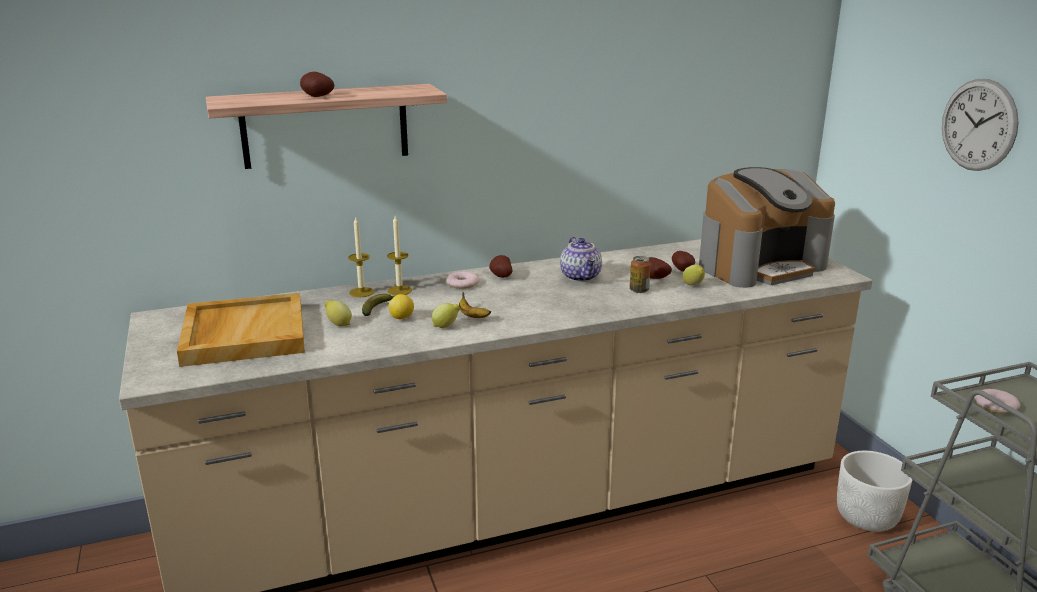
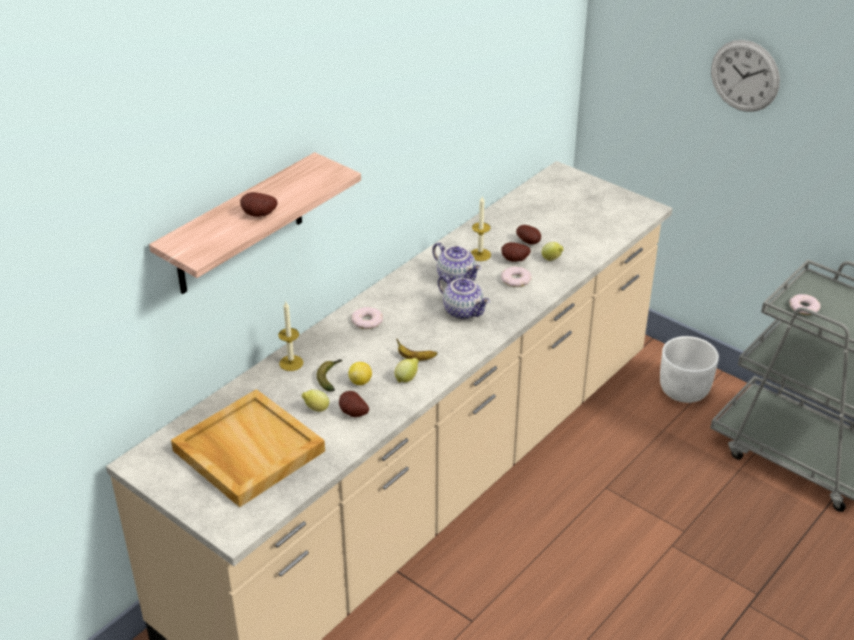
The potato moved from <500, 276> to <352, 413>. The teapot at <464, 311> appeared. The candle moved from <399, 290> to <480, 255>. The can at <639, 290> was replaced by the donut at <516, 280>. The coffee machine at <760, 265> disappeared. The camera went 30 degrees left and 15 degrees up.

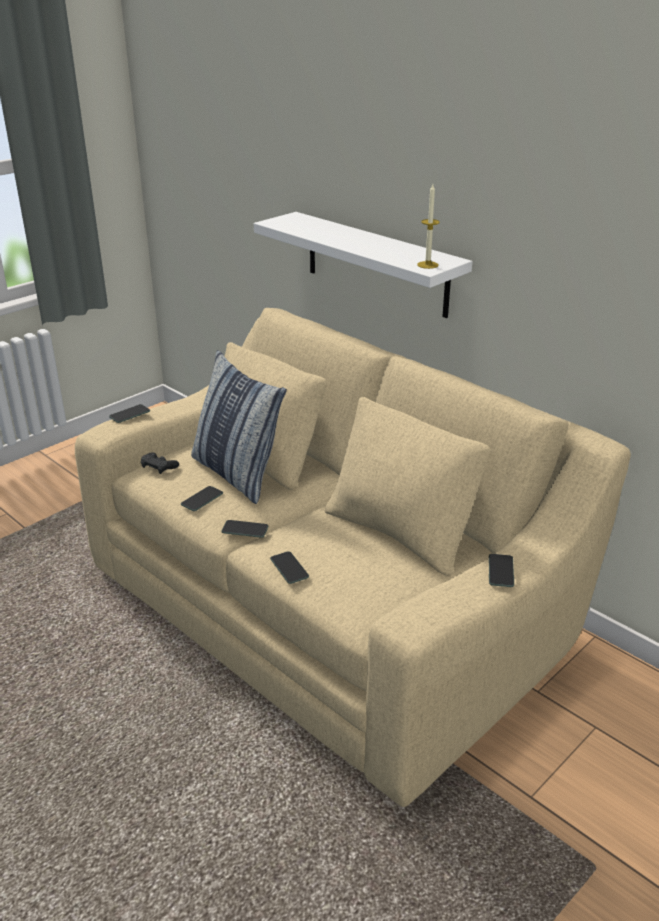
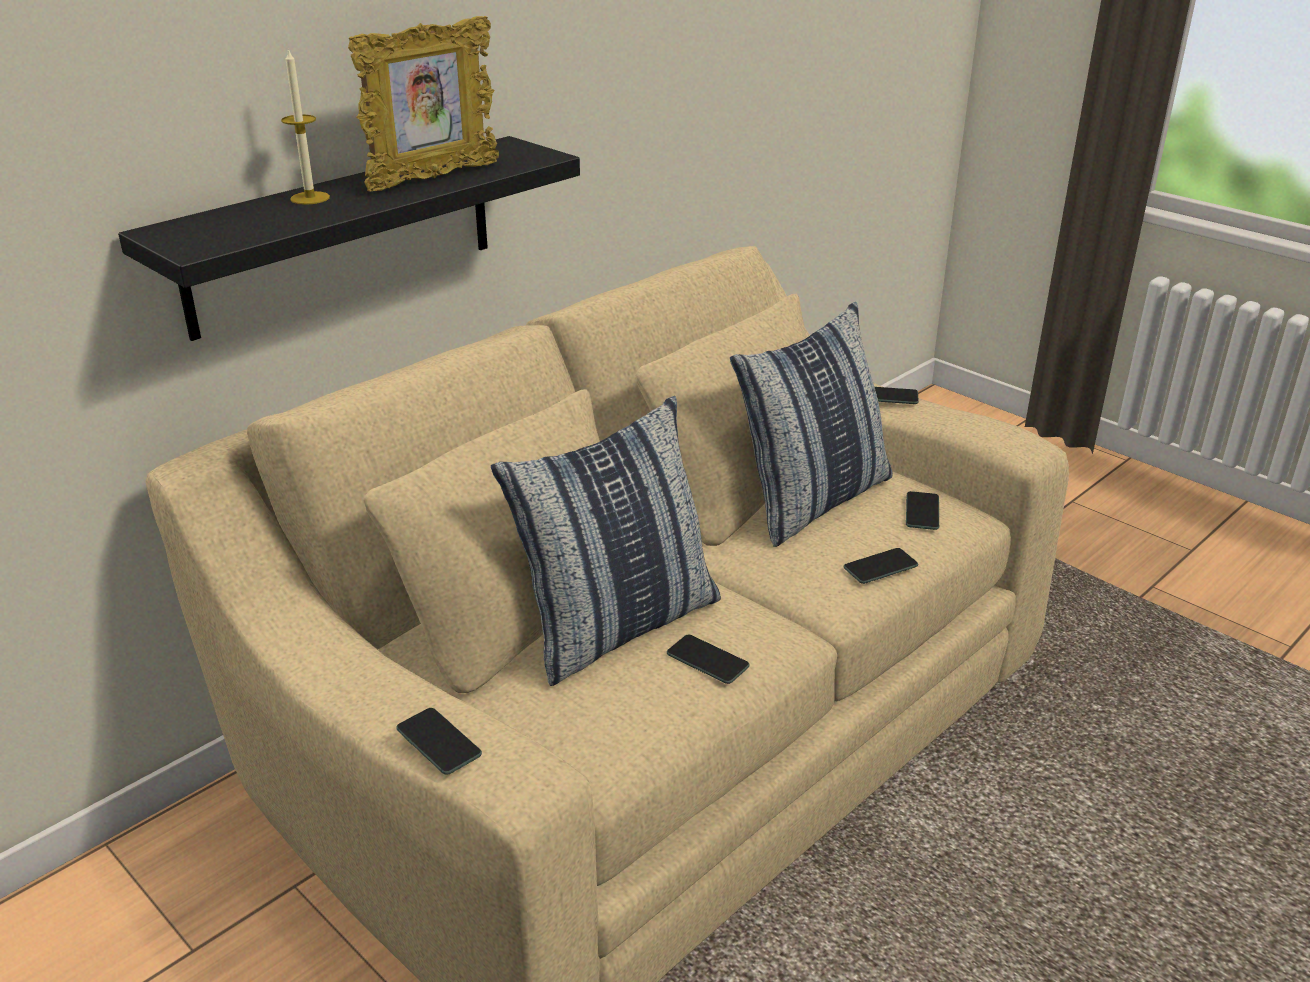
The shelf in white at <376, 264> became the shelf in black at <342, 235>. The candle moved from <427, 265> to <310, 198>. The picture frame at <433, 178> appeared. The pillow at <812, 501> appeared. The phone moved from <245, 529> to <922, 511>. The game controller in black at <159, 466> disappeared. The camera went 90 degrees left and 0 degrees up.

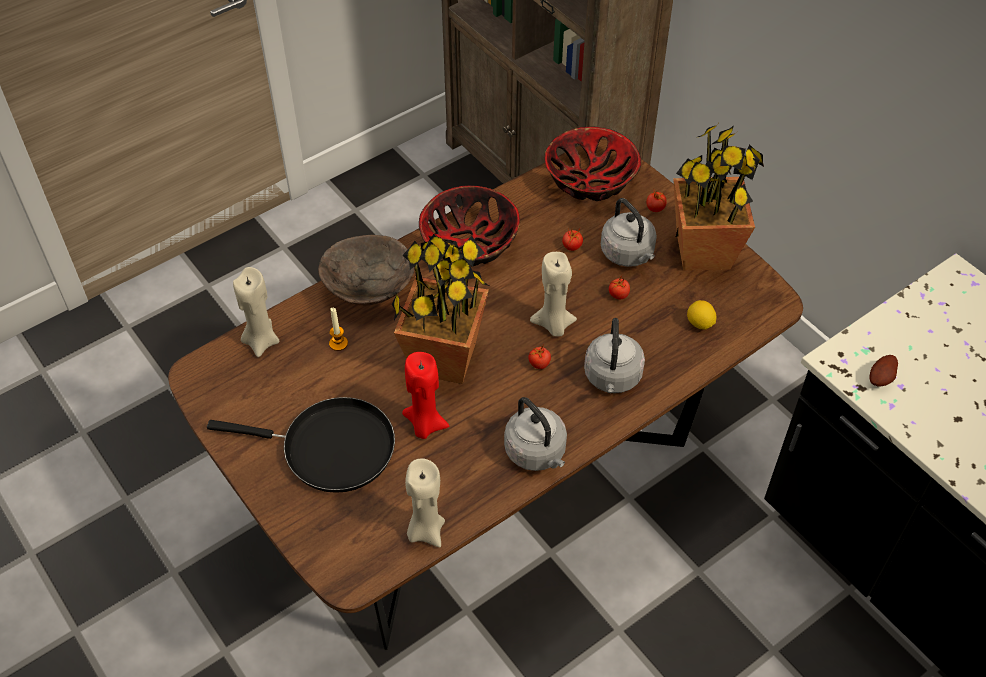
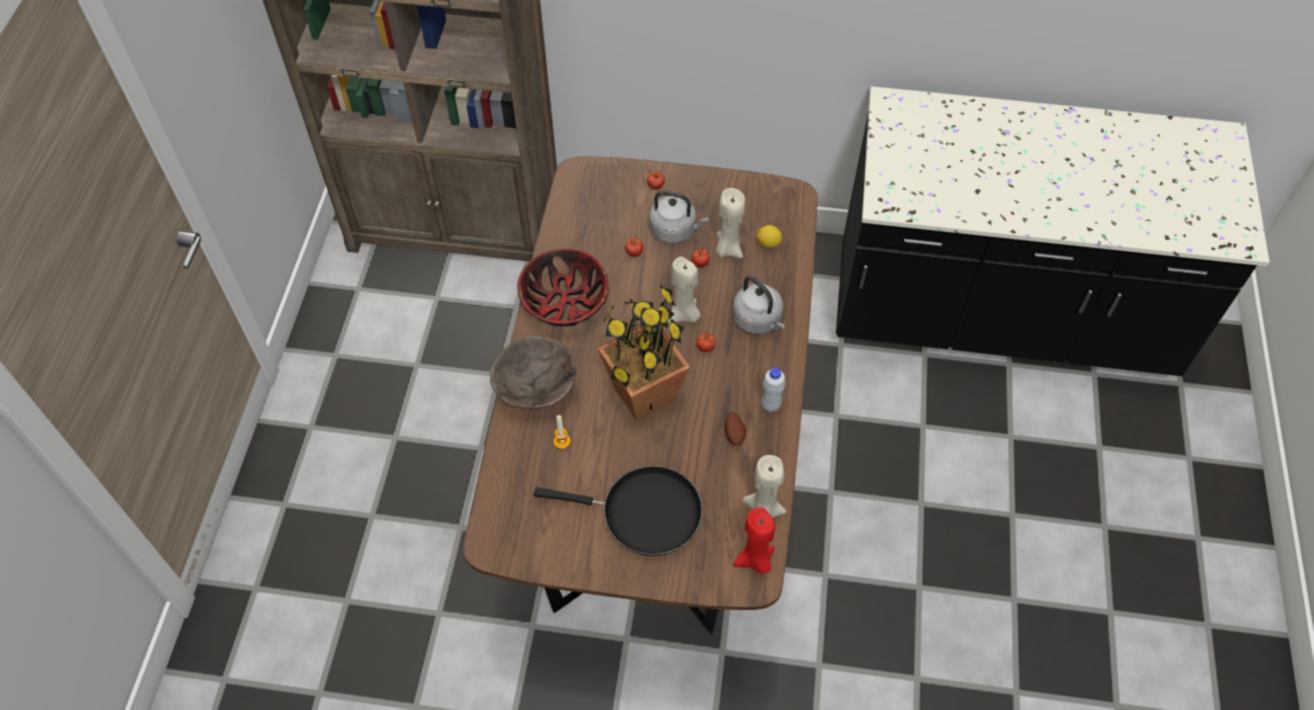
The frying pan in black at <330, 448> turned 45 degrees clockwise. The candle in beige moved from <261, 341> to <727, 249>. The potato moved from <881, 378> to <734, 434>. The candle in red moved from <425, 425> to <755, 560>. The kettle in grey at <537, 453> was replaced by the bottle in white at <770, 405>. The bowl at <590, 180> disappeared. The potted plant at <703, 251> disappeared. The camera went 45 degrees left and 5 degrees up.

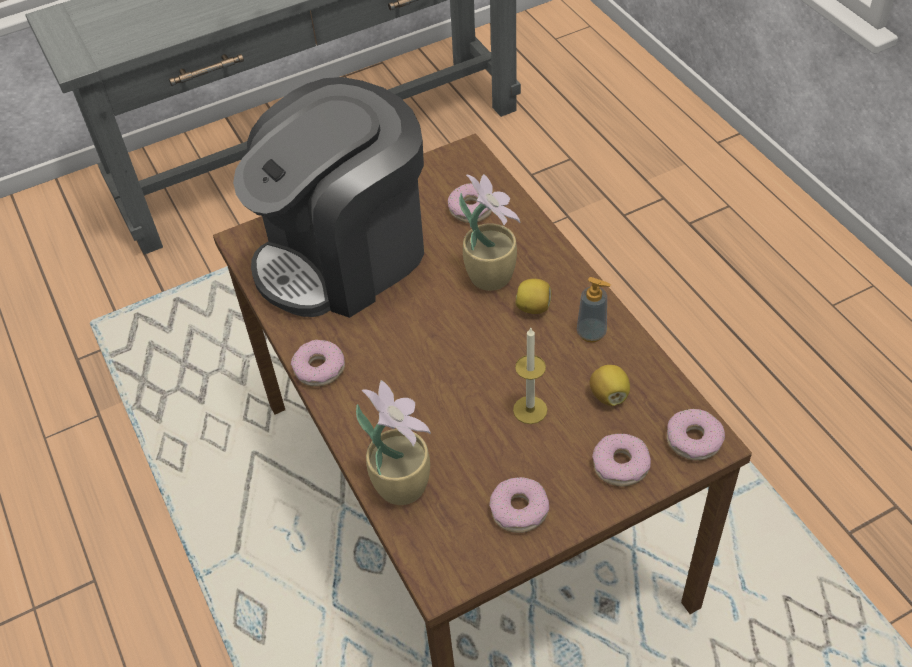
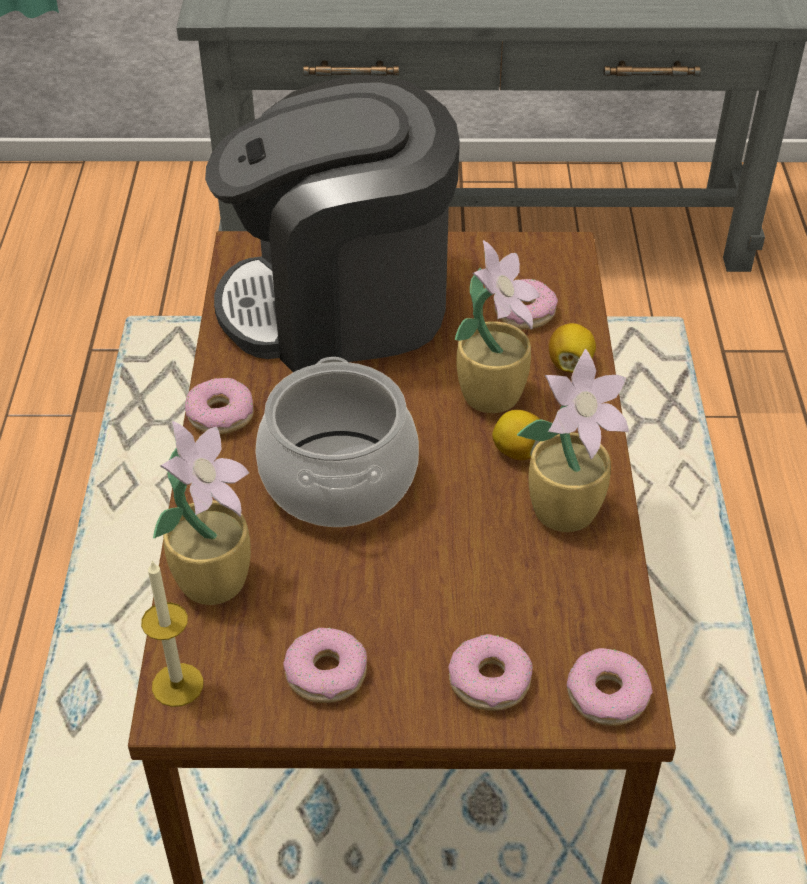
The candle moved from <530, 410> to <177, 685>. The cooking pot at <340, 479> appeared. The soap dispenser at <591, 333> was replaced by the potted plant at <568, 510>. The lemon moved from <609, 395> to <570, 364>. The camera went 25 degrees right and 5 degrees down.

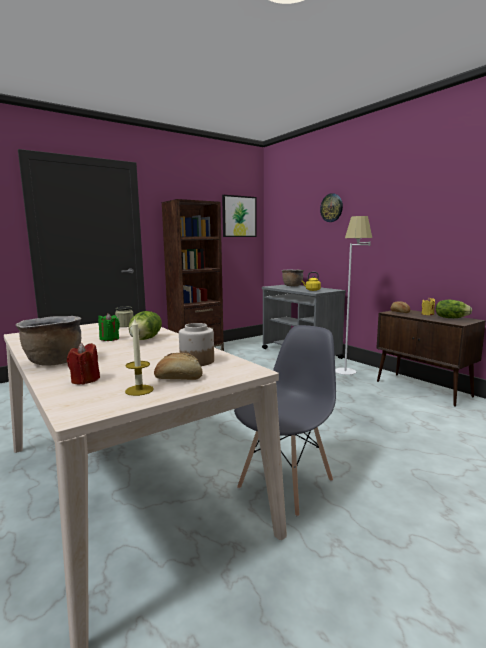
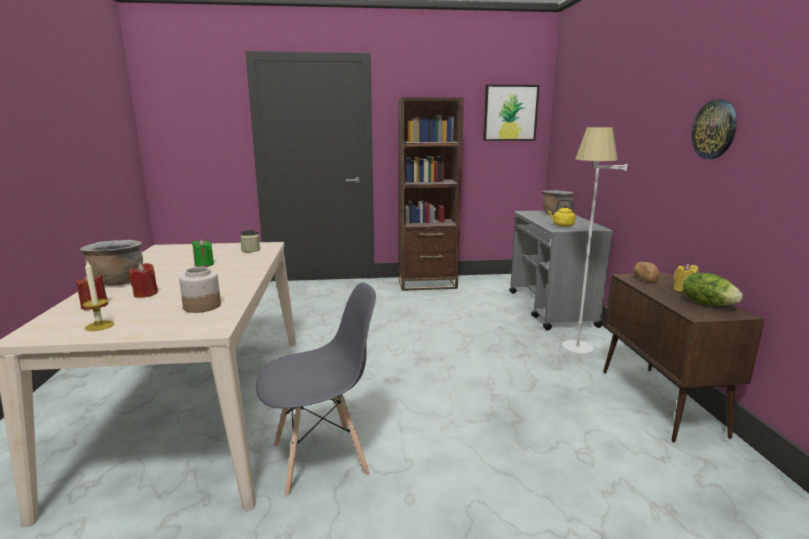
The candle in red at <145, 294> appeared. The wall clock moved from <331, 208> to <714, 129>. The lettuce at <146, 339> disappeared. The bread at <178, 378> disappeared. The camera went 30 degrees right and 5 degrees up.

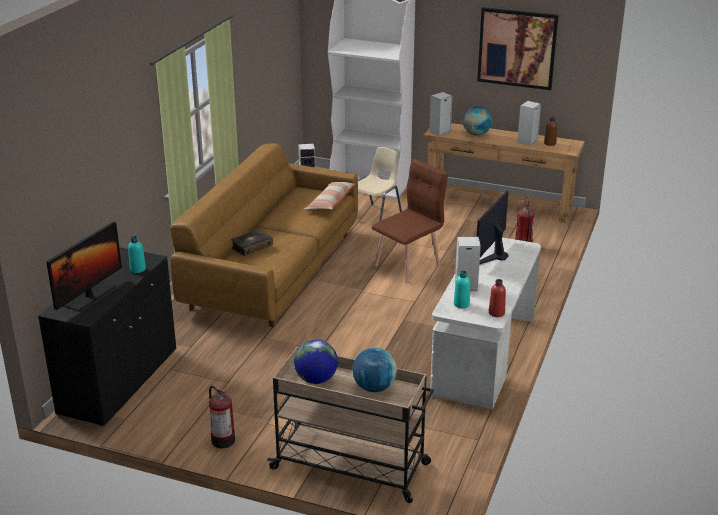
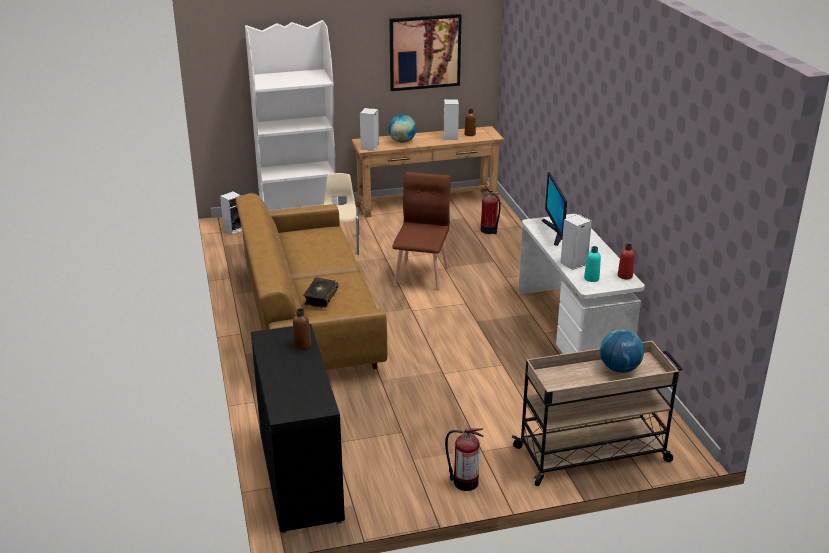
The bottle in turquoise at <138, 269> became the bottle in brown at <302, 345>. The monitor at <90, 296> disappeared. The globe at <316, 379> disappeared. The pillow at <330, 203> disappeared. The camera went 35 degrees left and 0 degrees up.

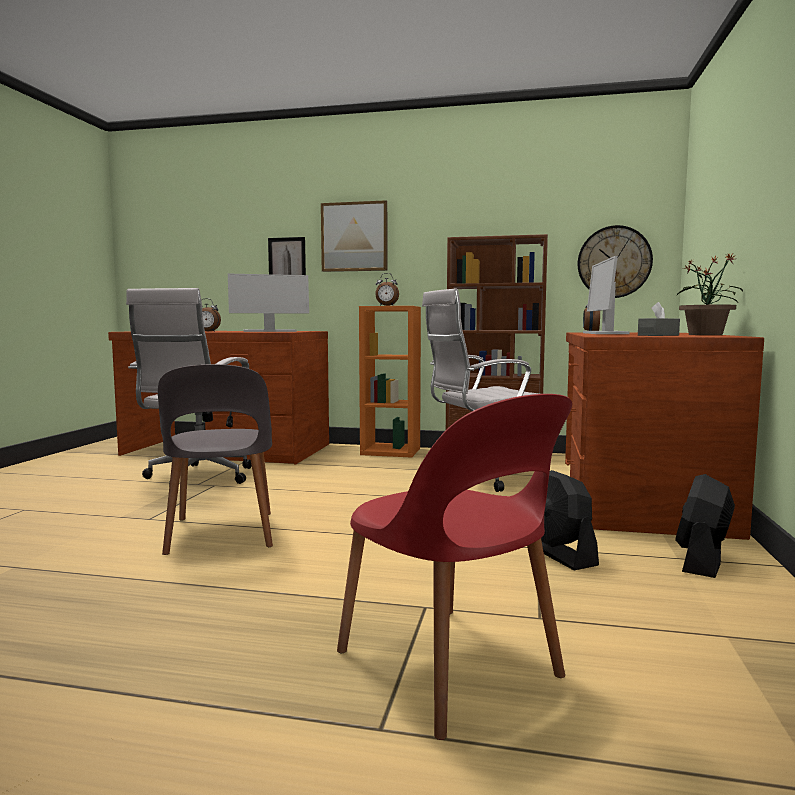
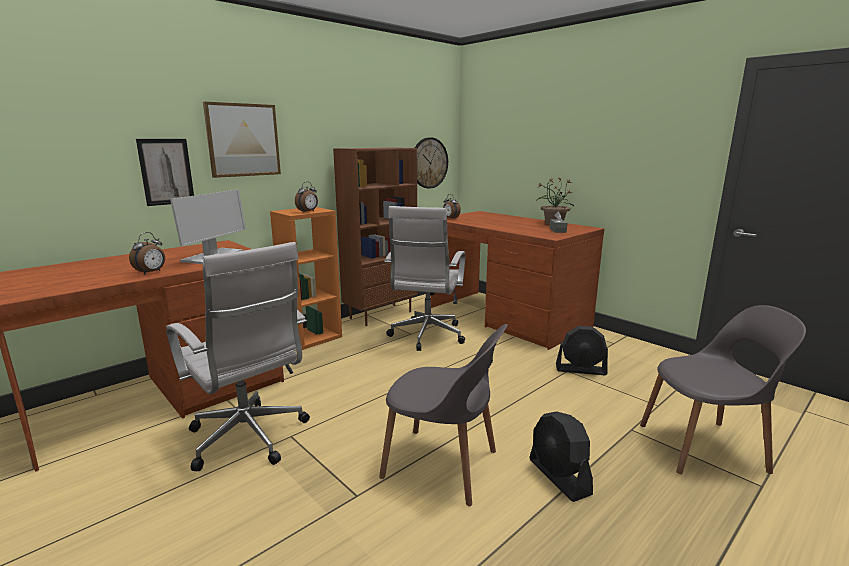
The fan in black moved from <702, 561> to <559, 477>. The chair in red at <450, 667> became the chair in grey at <705, 447>. The monitor at <604, 333> disappeared. The camera went 55 degrees left and 10 degrees up.

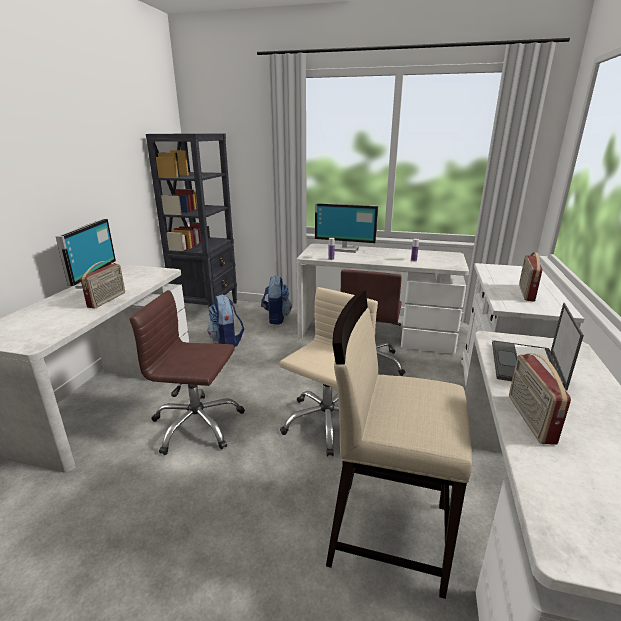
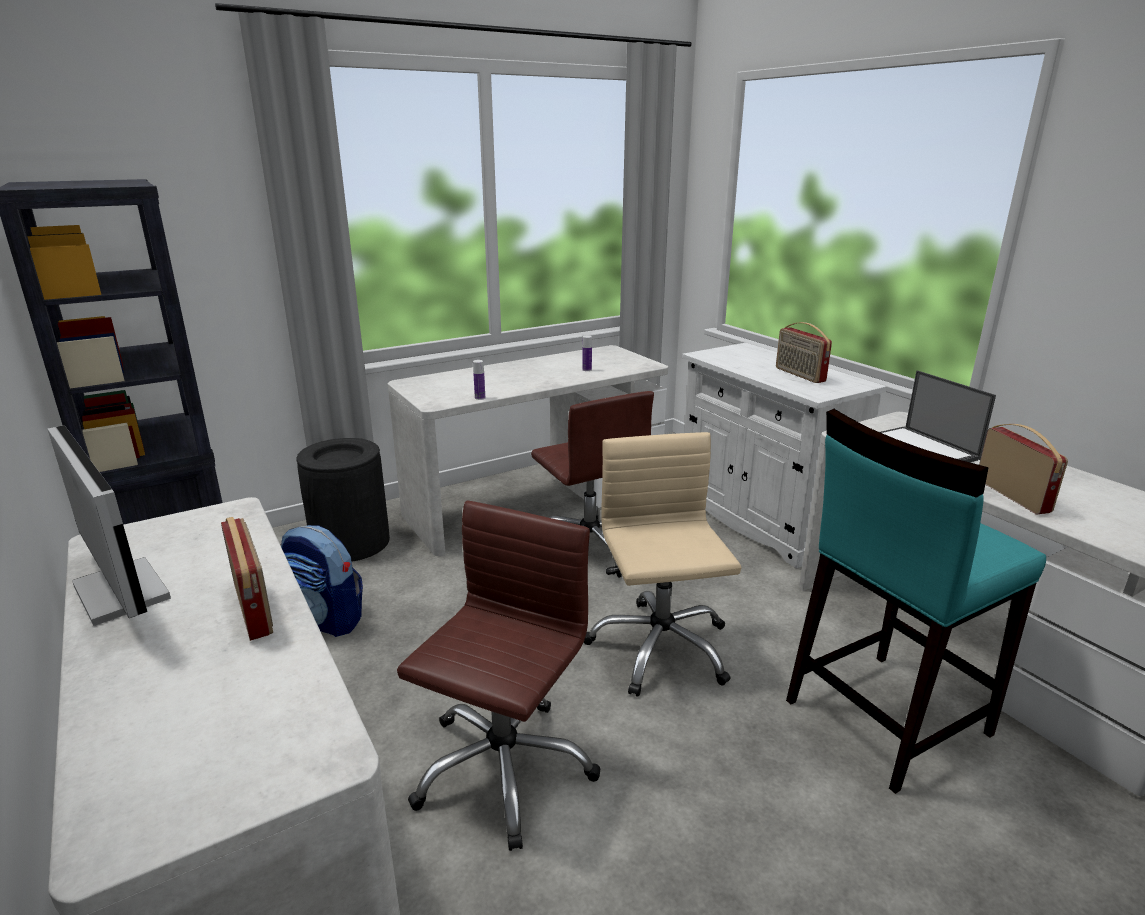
The backpack at <276, 318> was replaced by the trash can in black at <350, 542>. The office chair in brown at <197, 425> turned 150 degrees clockwise. The stool in beige at <387, 532> became the stool in turquoise at <884, 717>. The radio at <529, 419> turned 150 degrees counterclockwise. The monitor at <344, 249> disappeared. The camera went 45 degrees left and 0 degrees up.

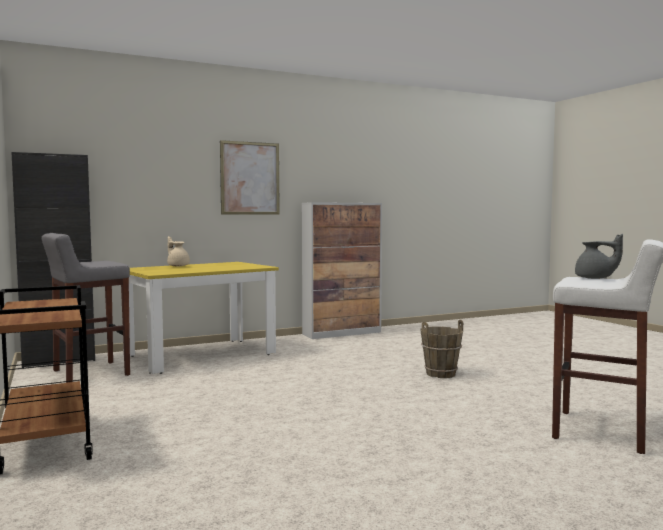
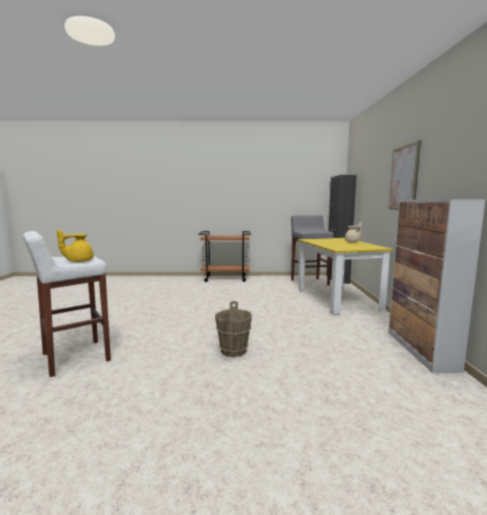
The teapot in grey at <595, 278> became the teapot in yellow at <78, 261>. The camera went 115 degrees right and 5 degrees up.

